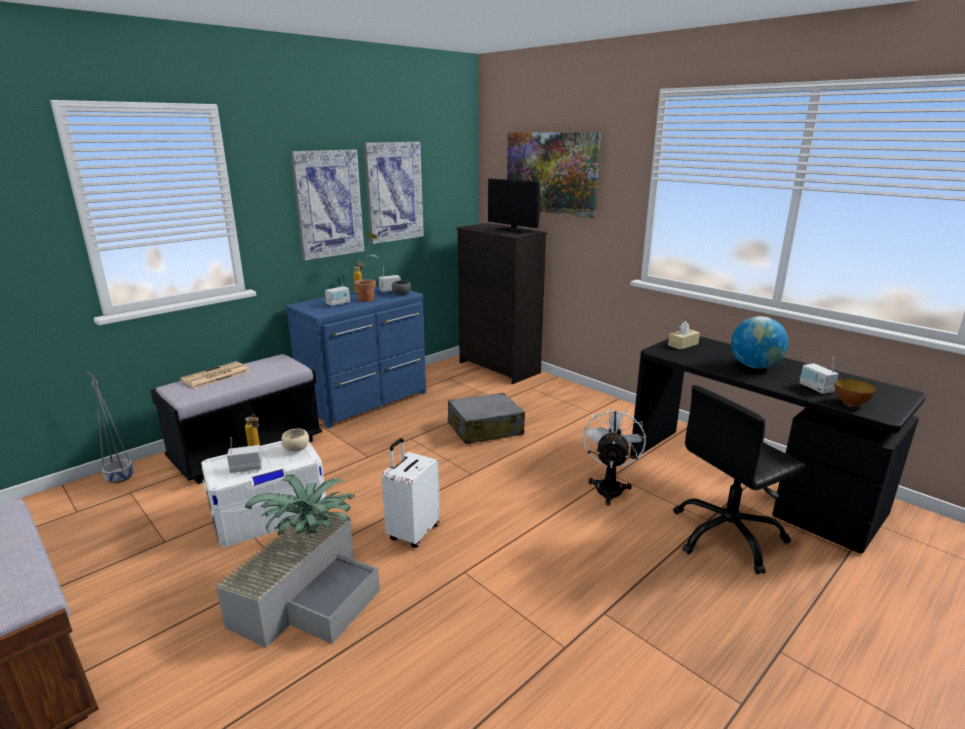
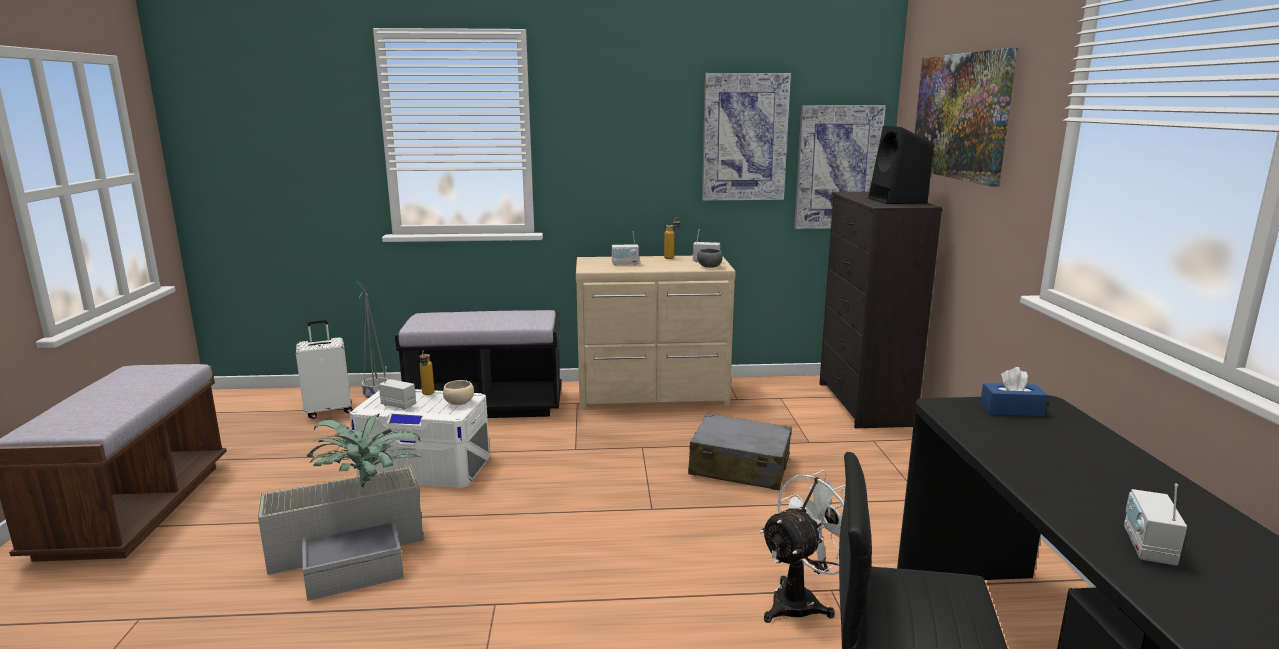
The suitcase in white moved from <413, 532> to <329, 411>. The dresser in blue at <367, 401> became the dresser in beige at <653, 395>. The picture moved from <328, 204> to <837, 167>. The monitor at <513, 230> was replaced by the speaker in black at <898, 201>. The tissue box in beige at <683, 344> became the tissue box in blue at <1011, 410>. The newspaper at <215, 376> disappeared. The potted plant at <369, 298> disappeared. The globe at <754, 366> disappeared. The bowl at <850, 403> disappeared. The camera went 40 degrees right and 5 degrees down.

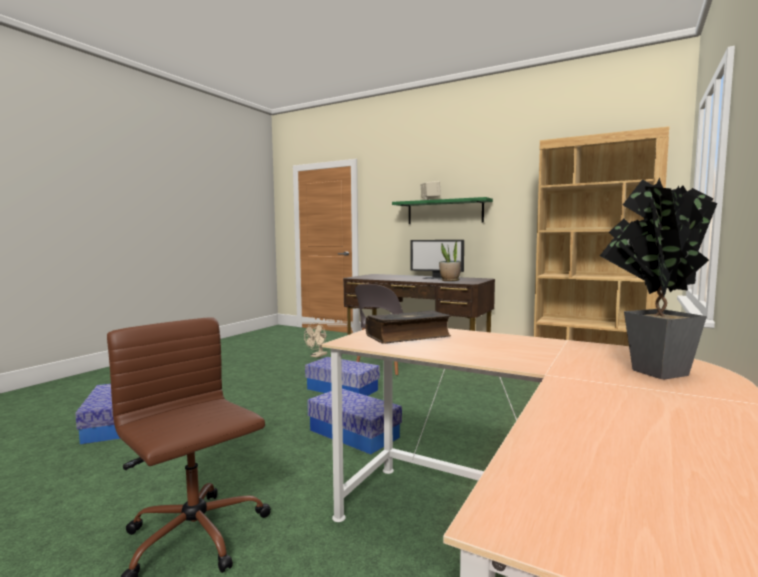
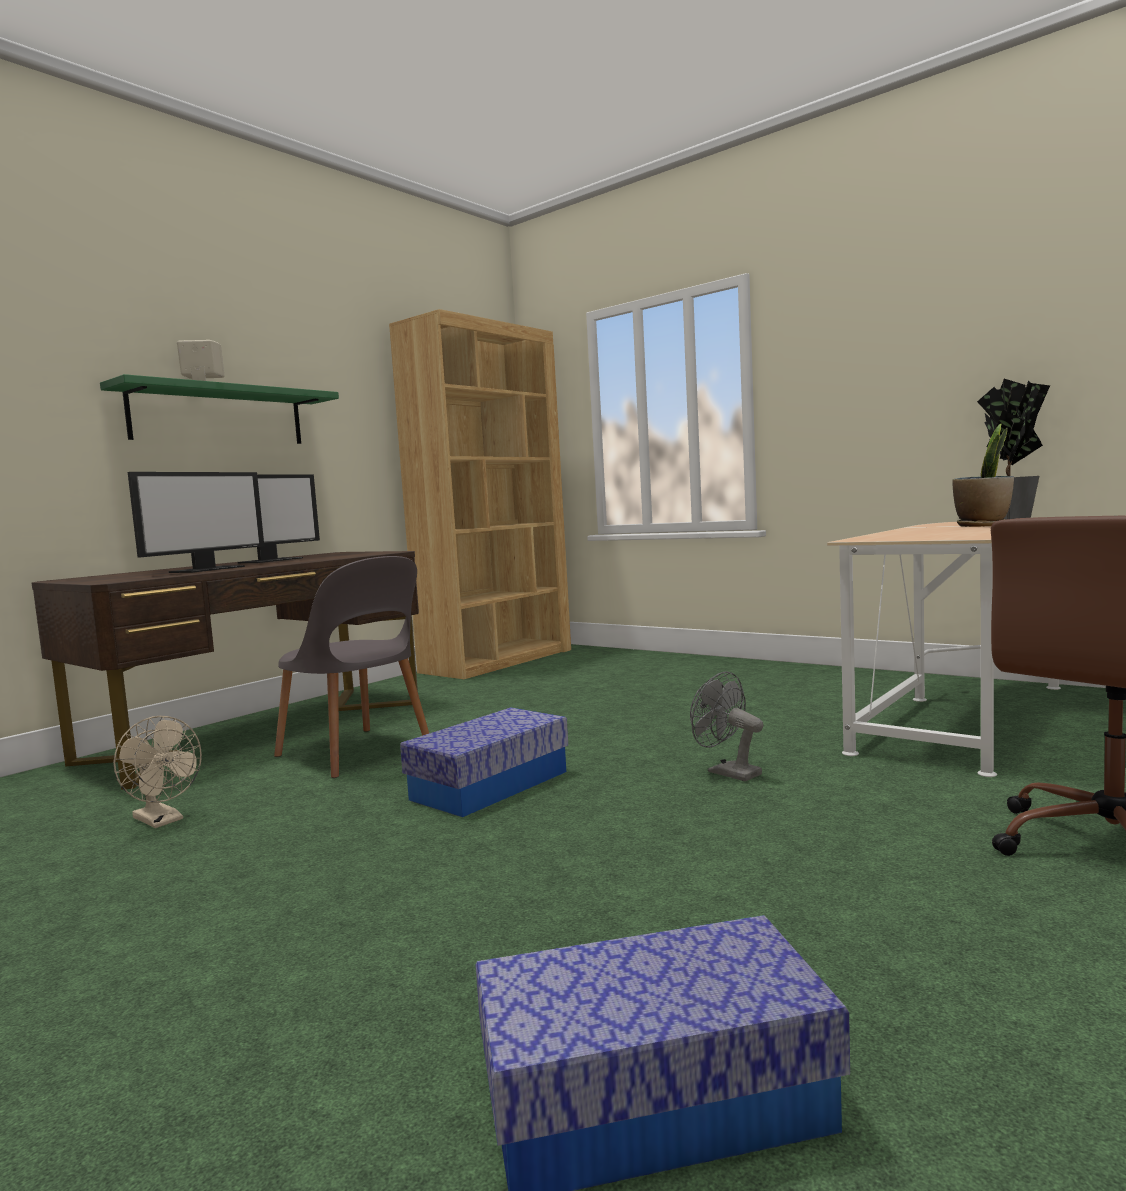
The monitor at <207, 569> appeared. The storage box at <353, 434> was replaced by the fan in grey at <727, 772>. The potted plant moved from <450, 280> to <982, 525>. The book at <408, 336> disappeared. The camera went 80 degrees left and 0 degrees up.

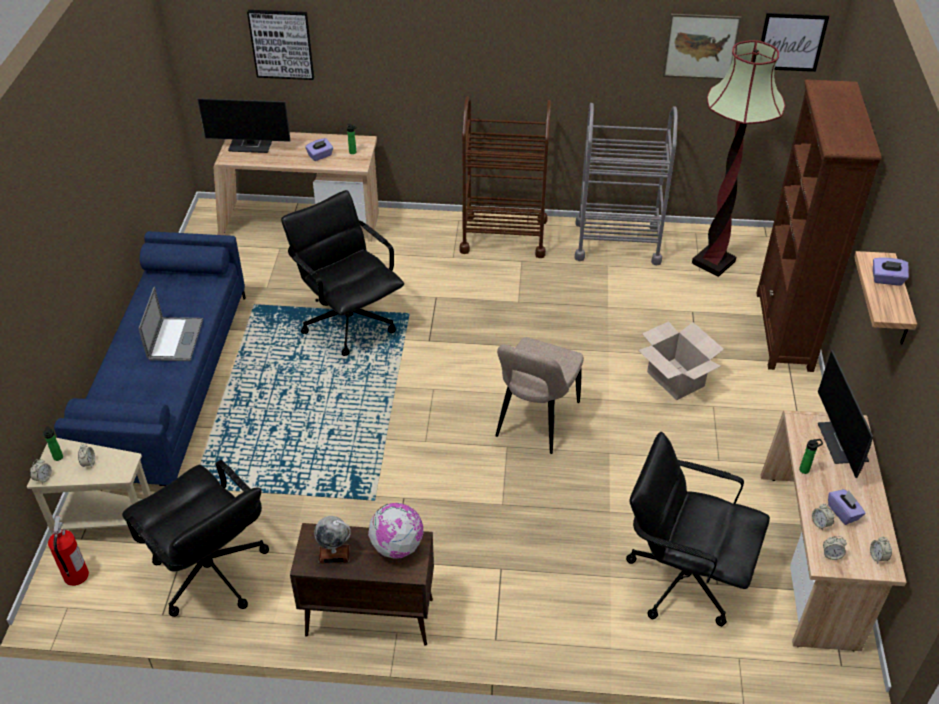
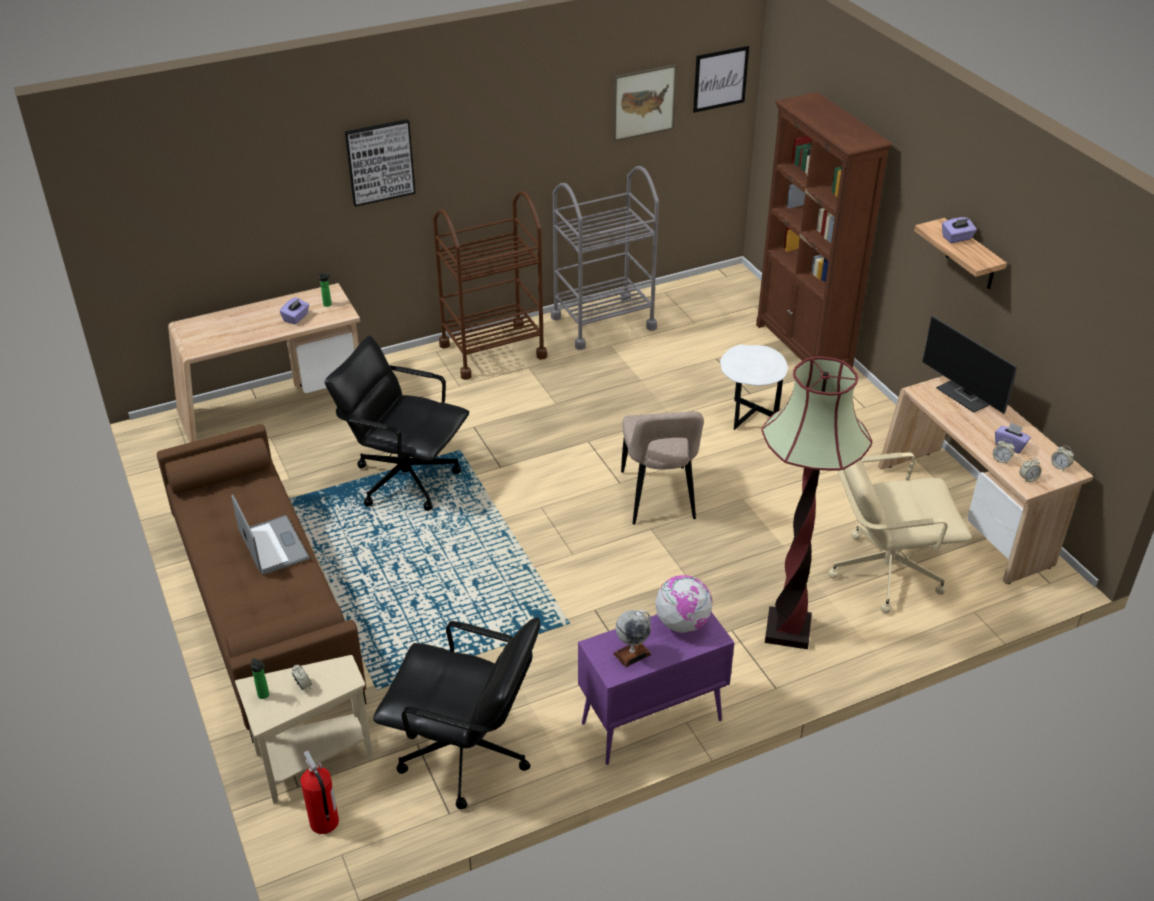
The sofa in blue at <169, 384> became the sofa in brown at <263, 607>. The picture moved from <281, 44> to <380, 162>. The cabinet in brown at <368, 617> became the cabinet in purple at <650, 722>. The cardboard box at <676, 379> was replaced by the side table in white at <748, 418>. The floor lamp moved from <713, 262> to <788, 630>. The office chair in black at <683, 578> became the office chair in beige at <884, 571>. The alarm clock at <43, 478> disappeared. The monitor at <252, 145> disappeared. The bottle at <805, 470> disappeared. The camera went 30 degrees left and 5 degrees down.

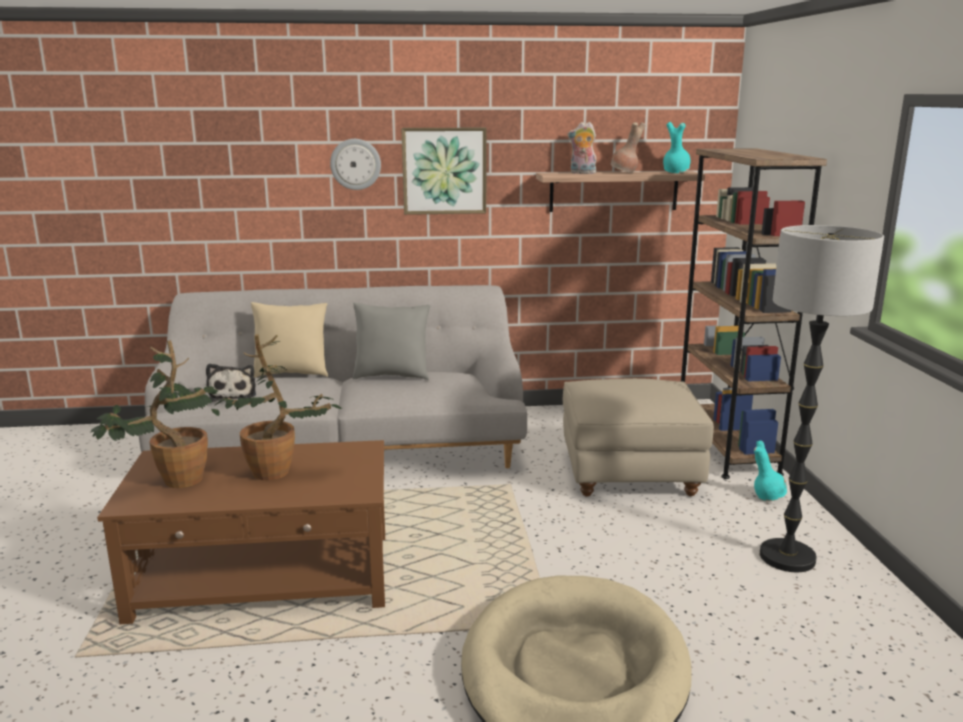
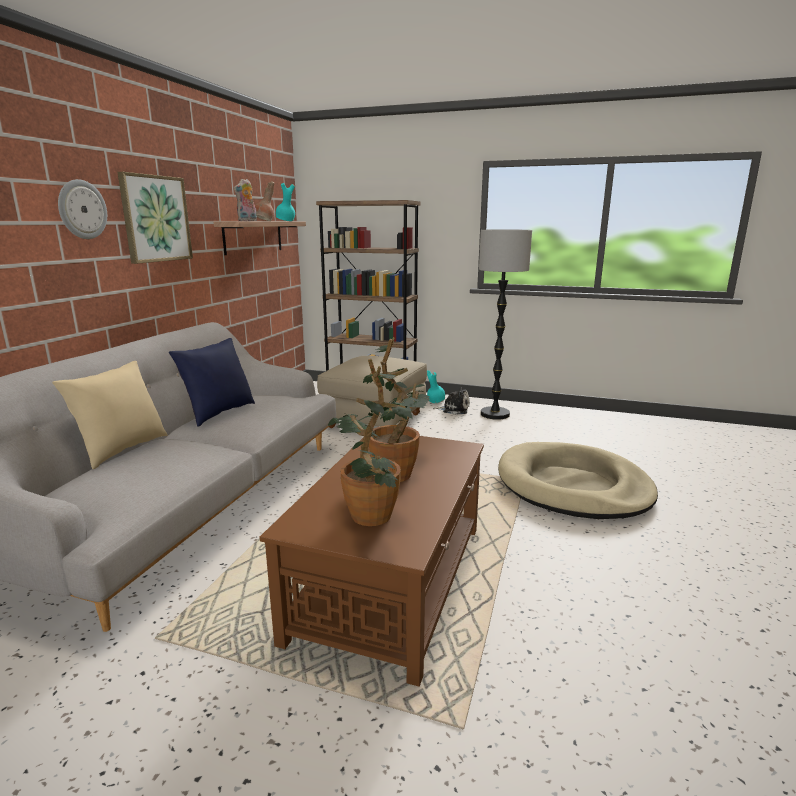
The pillow in grey at <392, 376> became the pillow in blue at <218, 413>. The plush toy moved from <233, 394> to <454, 409>. The camera went 65 degrees left and 0 degrees up.

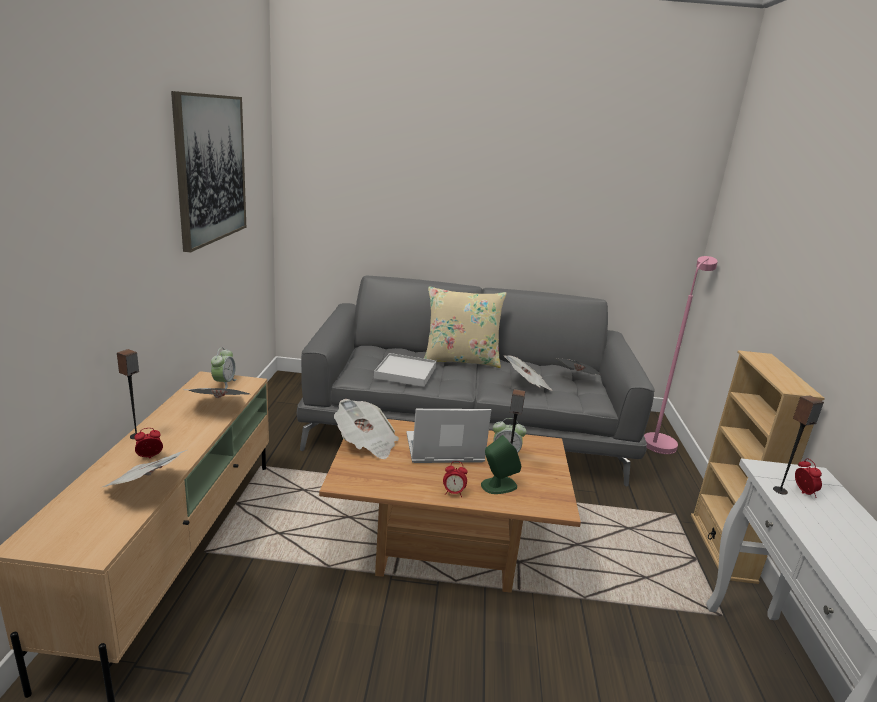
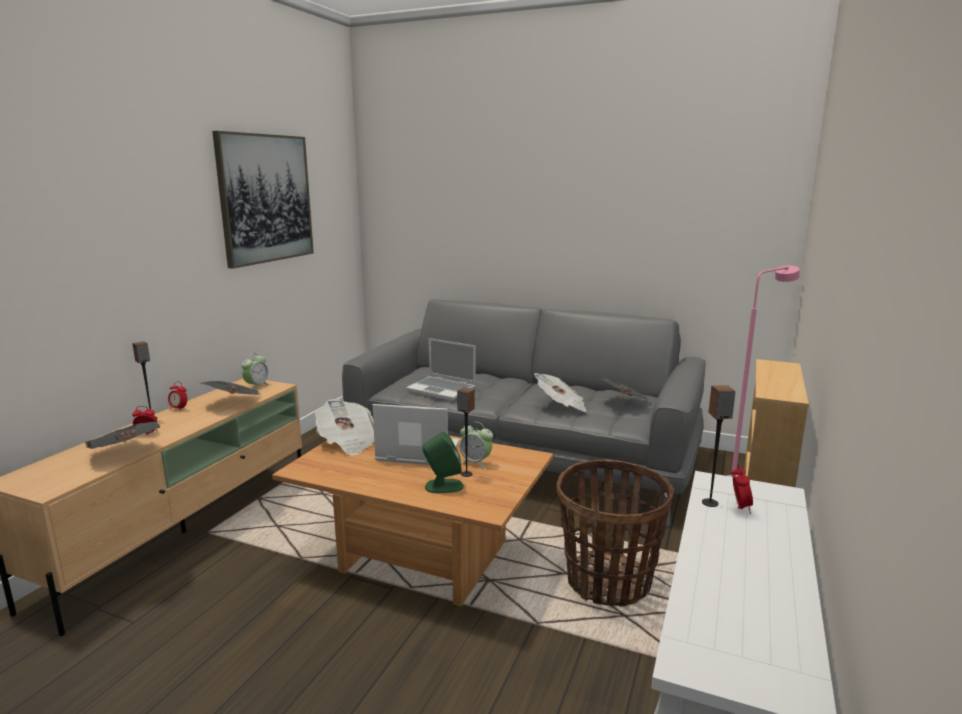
The alarm clock moved from <453, 493> to <179, 409>. The tray in white at <405, 372> was replaced by the laptop at <442, 389>. The basket at <608, 582> appeared. The pillow in beige at <461, 360> disappeared. The camera went 20 degrees right and 5 degrees down.

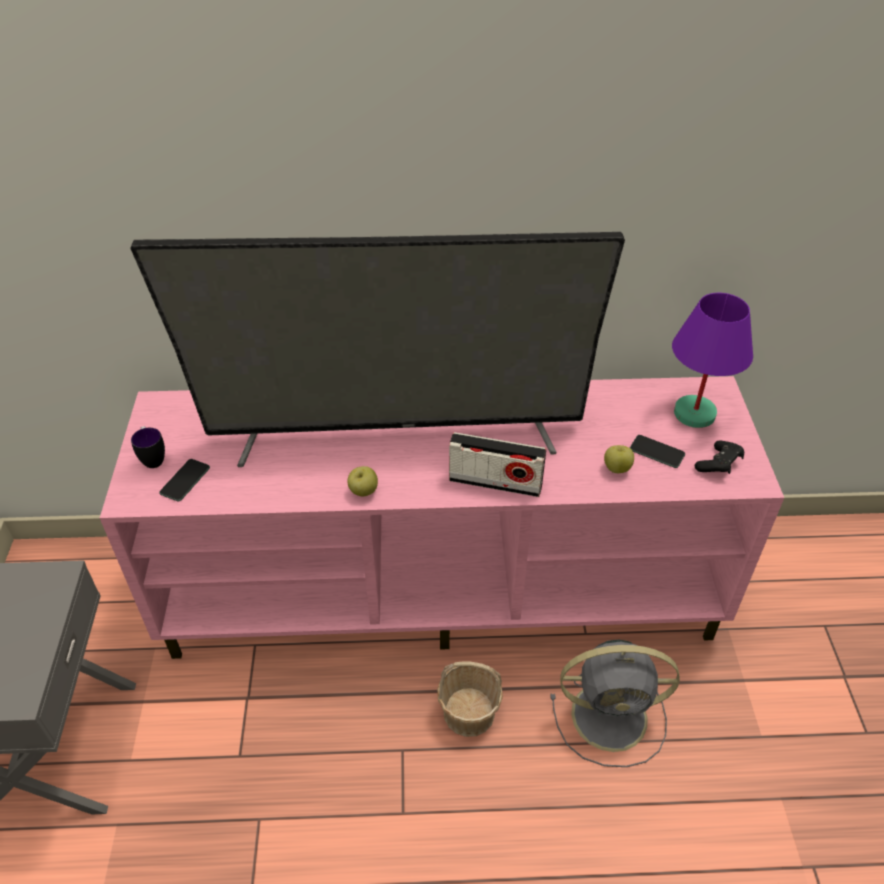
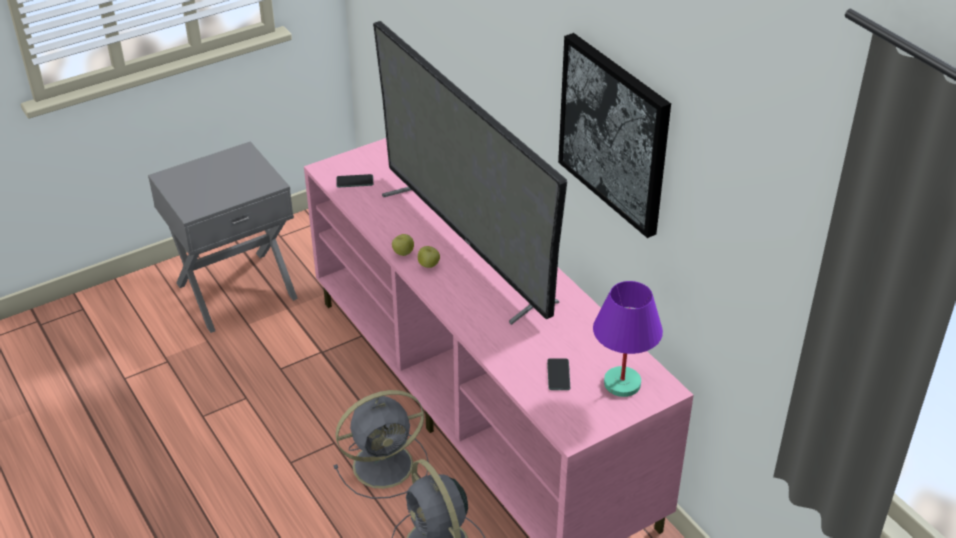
The basket at <468, 712> was replaced by the fan in grey at <385, 464>. The apple moved from <617, 468> to <428, 265>. The picture at <615, 133> appeared. The mug at <152, 458> disappeared. The radio at <495, 482> disappeared. The game controller in black at <718, 465> disappeared. The camera went 60 degrees right and 5 degrees down.

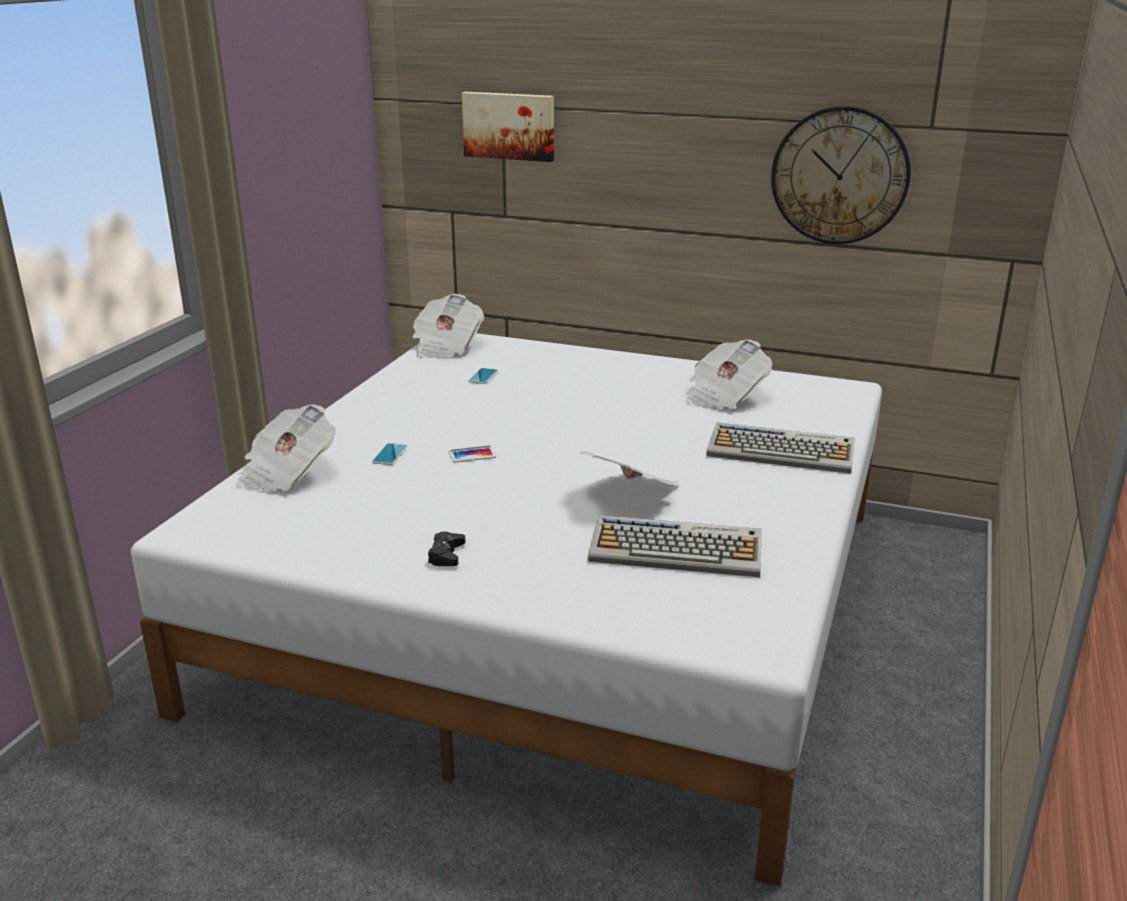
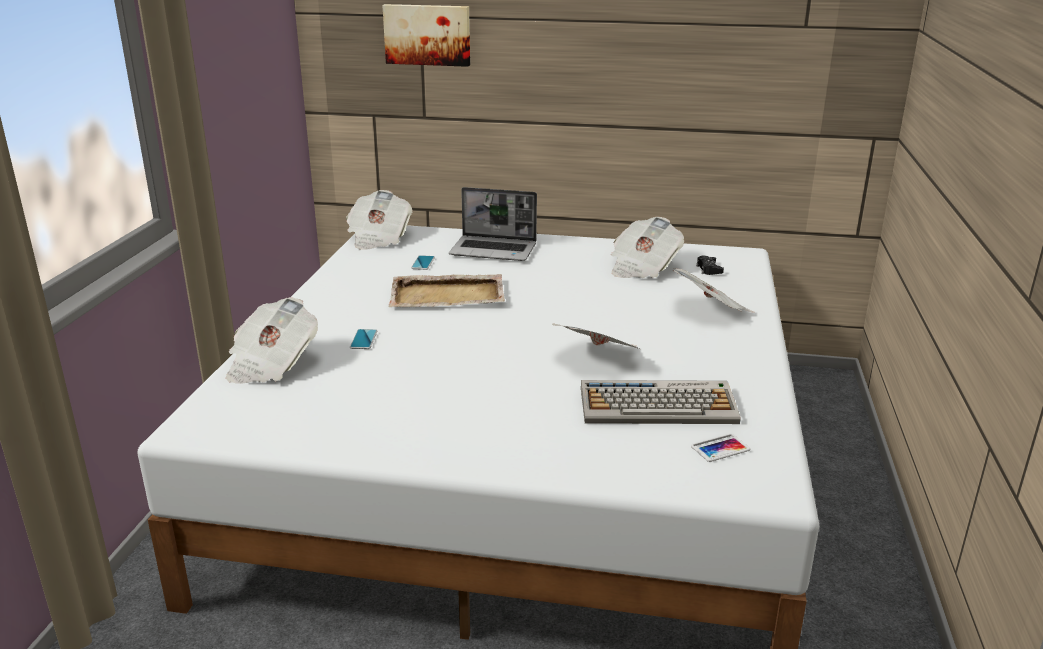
The tray in beige at <448, 295> appeared. The laptop at <494, 250> appeared. The keyboard at <782, 451> was replaced by the newspaper at <711, 311>. The phone moved from <472, 454> to <720, 448>. The game controller in black moved from <446, 555> to <709, 269>. The wall clock at <840, 175> disappeared. The camera went 10 degrees left and 0 degrees up.

